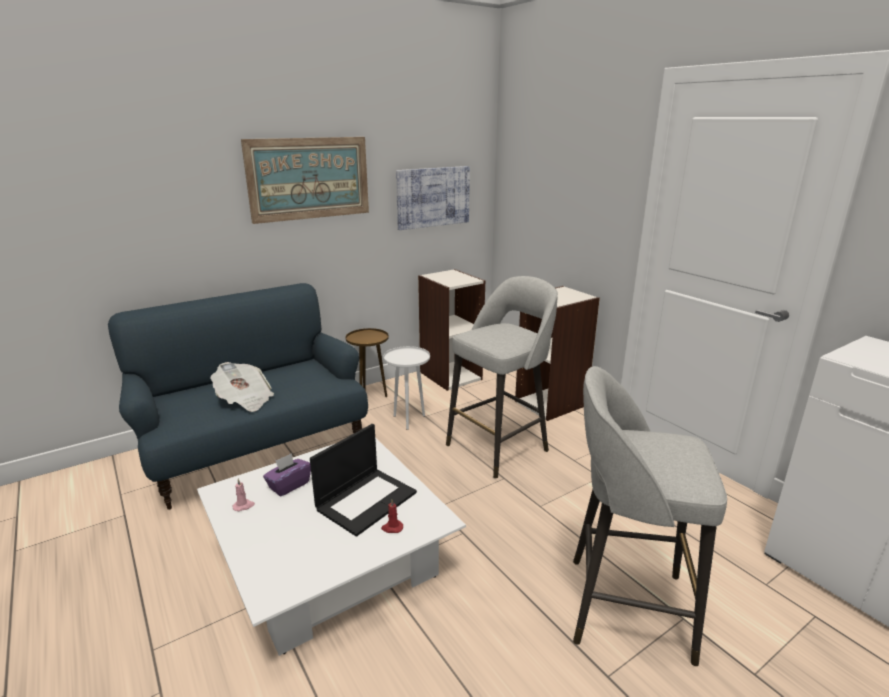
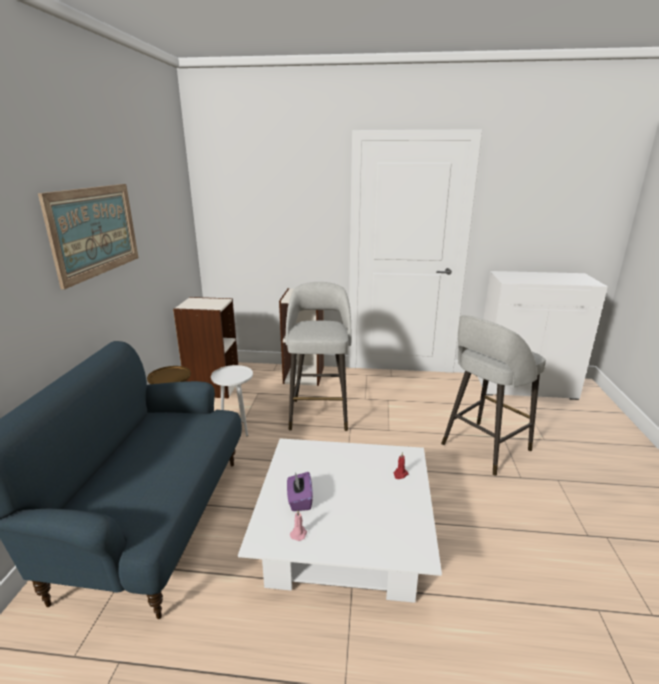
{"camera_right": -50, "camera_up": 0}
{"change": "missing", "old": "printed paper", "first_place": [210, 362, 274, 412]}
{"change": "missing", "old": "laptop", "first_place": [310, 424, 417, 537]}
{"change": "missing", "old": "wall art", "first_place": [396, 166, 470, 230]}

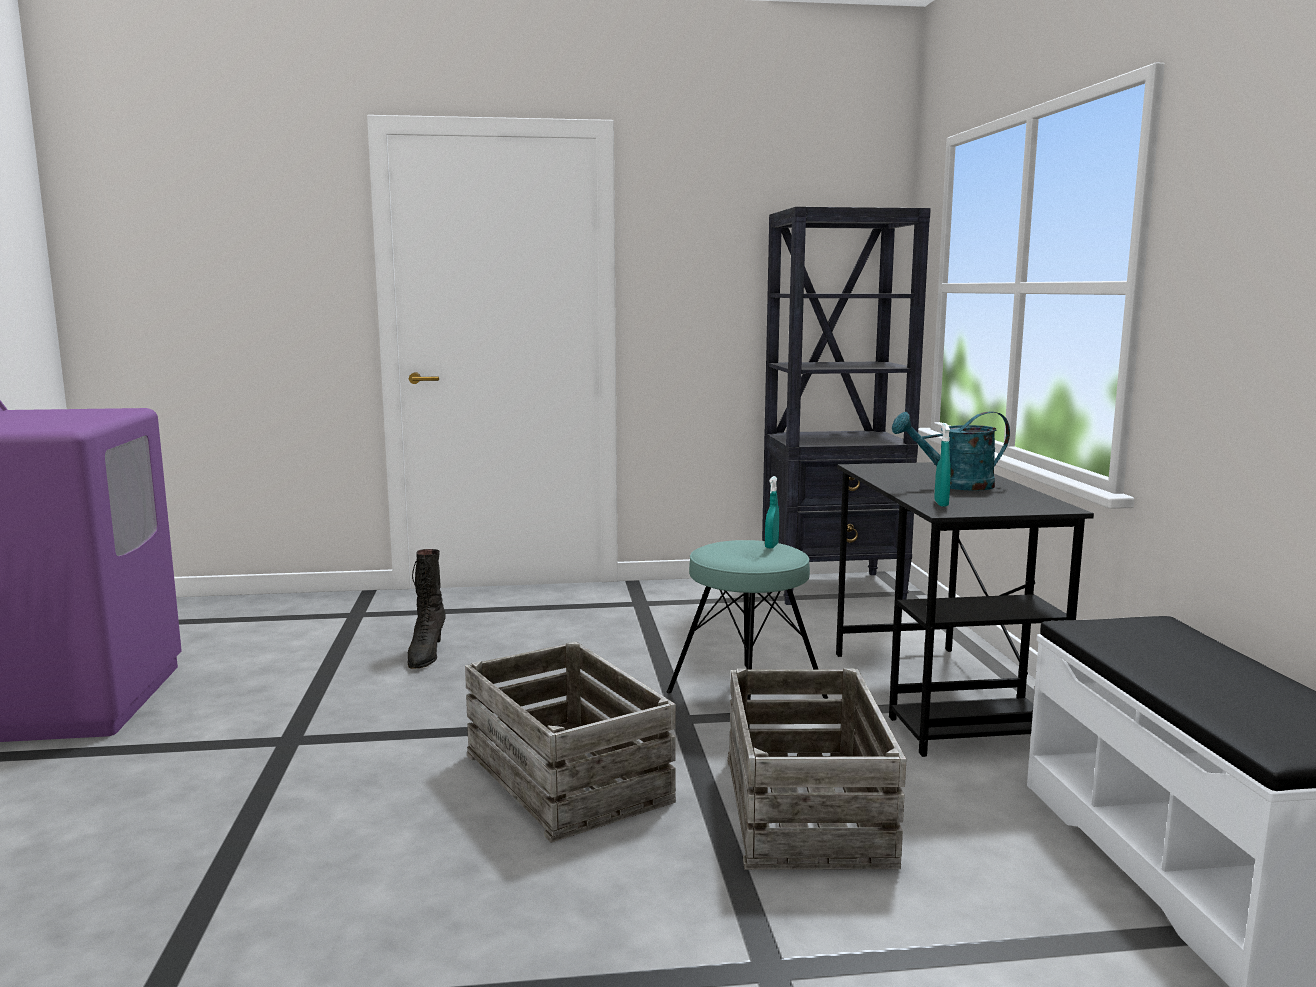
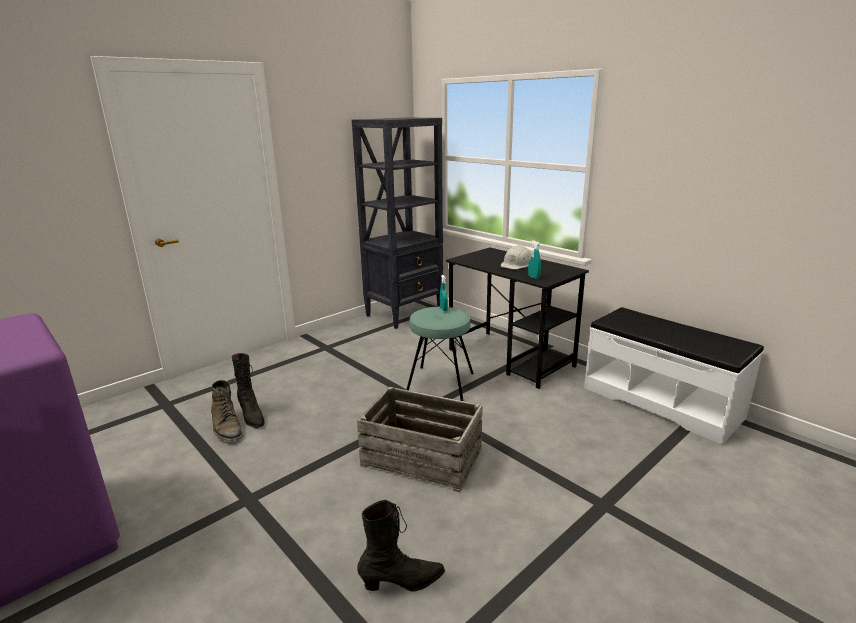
{"camera_right": -35, "camera_up": 10}
{"change": "appeared", "new": "tall boot (green-coloured)", "second_place": [211, 380, 242, 441]}
{"change": "appeared", "new": "tall boot (black-coloured)", "second_place": [357, 500, 445, 591]}
{"change": "exchanged", "old": "sprinkling can (turquoise-coloured)", "new": "hard hat (white-coloured)", "first_place": [892, 411, 1010, 491], "second_place": [501, 245, 531, 269]}
{"change": "missing", "old": "shipping crate", "first_place": [727, 669, 906, 870]}

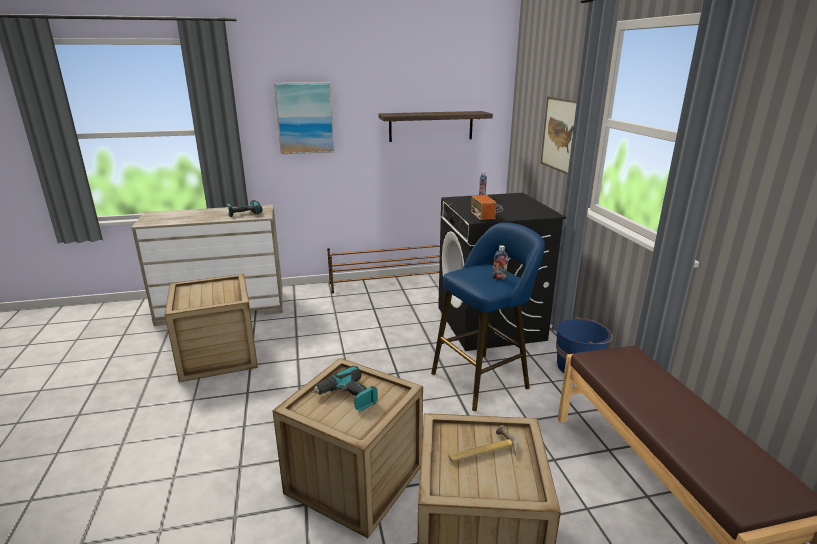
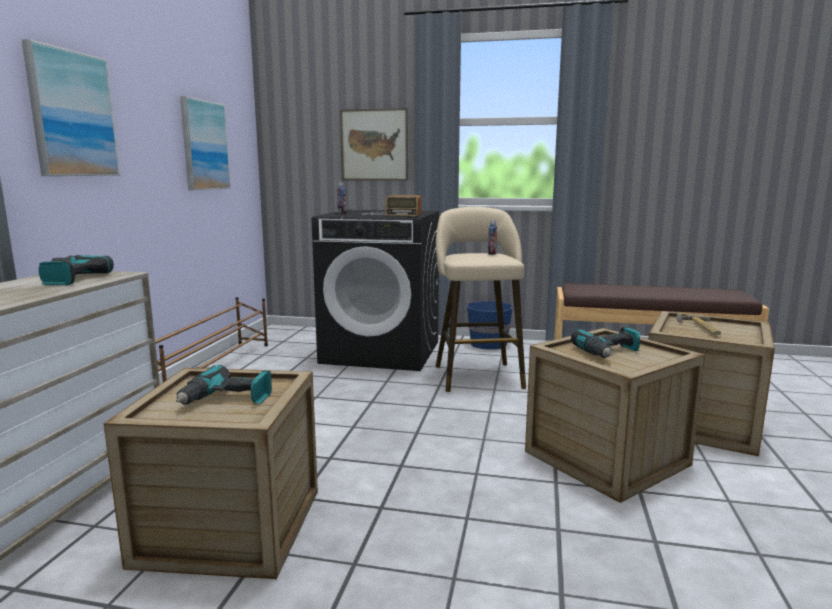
{"camera_right": -65, "camera_up": -10}
{"change": "appeared", "new": "electric drill", "second_place": [176, 365, 272, 405]}
{"change": "exchanged", "old": "shelf", "new": "wall art", "first_place": [378, 111, 493, 142], "second_place": [180, 96, 231, 191]}
{"change": "colour", "old": "stool seat (blue)", "new": "stool seat (beige)", "first_place": [431, 222, 545, 411], "second_place": [436, 207, 526, 392]}

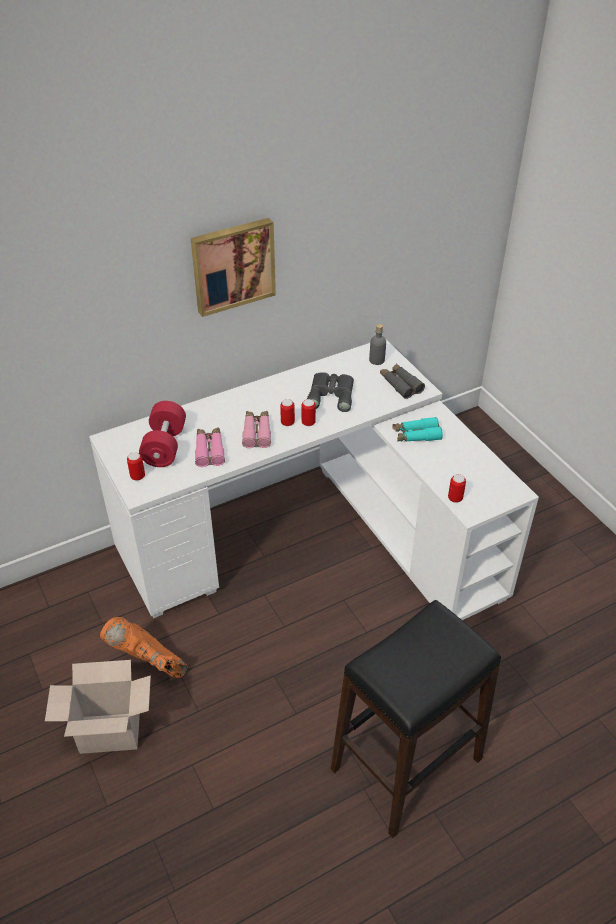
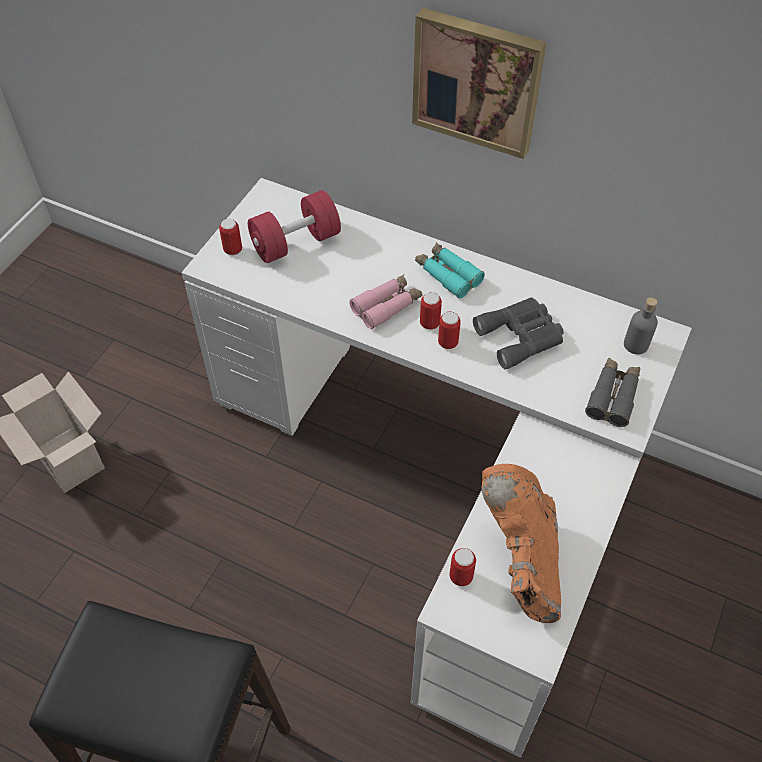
{"camera_right": 55, "camera_up": 10}
{"change": "relocated", "old": "field glasses (turquoise-coloured)", "first_place": [393, 417, 443, 441], "second_place": [415, 243, 485, 298]}
{"change": "relocated", "old": "tall boot (orange-coloured)", "first_place": [100, 617, 188, 678], "second_place": [481, 464, 561, 623]}
{"change": "missing", "old": "field glasses (pink)", "first_place": [195, 427, 225, 467]}

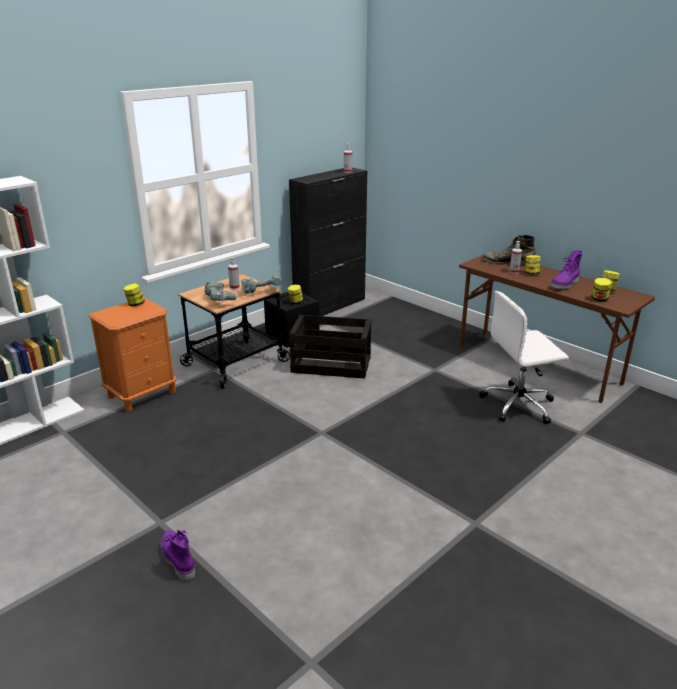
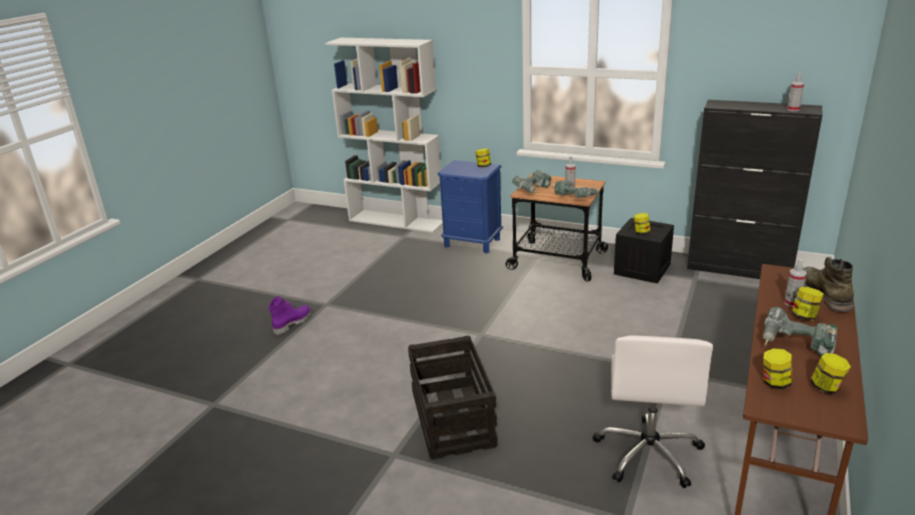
{"camera_right": 70, "camera_up": 0}
{"change": "relocated", "old": "shipping crate", "first_place": [289, 314, 372, 379], "second_place": [408, 336, 498, 460]}
{"change": "colour", "old": "bedside table (orange-coloured)", "new": "bedside table (blue)", "first_place": [88, 298, 177, 412], "second_place": [438, 160, 503, 253]}
{"change": "spun", "old": "desk chair (white-coloured)", "first_place": [479, 291, 569, 424], "second_place": [593, 335, 713, 488], "degrees": -135}
{"change": "exchanged", "old": "tall boot (purple)", "new": "electric drill", "first_place": [550, 250, 582, 289], "second_place": [763, 307, 837, 357]}

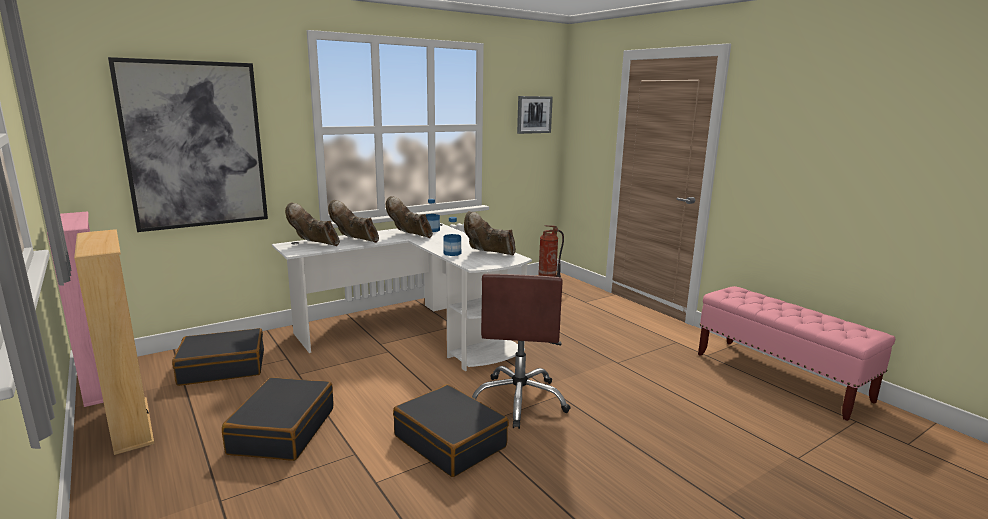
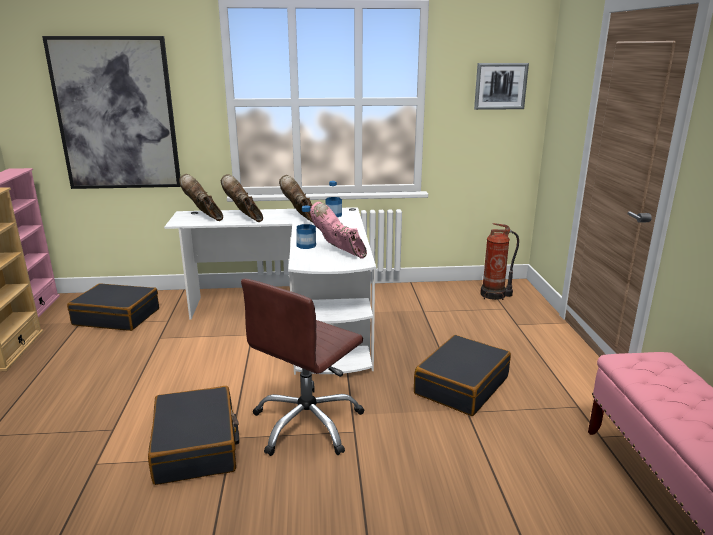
{"camera_right": 30, "camera_up": 5}
{"change": "colour", "old": "tall boot (brownish)", "new": "tall boot (pink)", "first_place": [464, 211, 516, 256], "second_place": [310, 202, 367, 259]}
{"change": "relocated", "old": "piece of luggage (black-coloured)", "first_place": [222, 377, 334, 461], "second_place": [414, 335, 511, 416]}

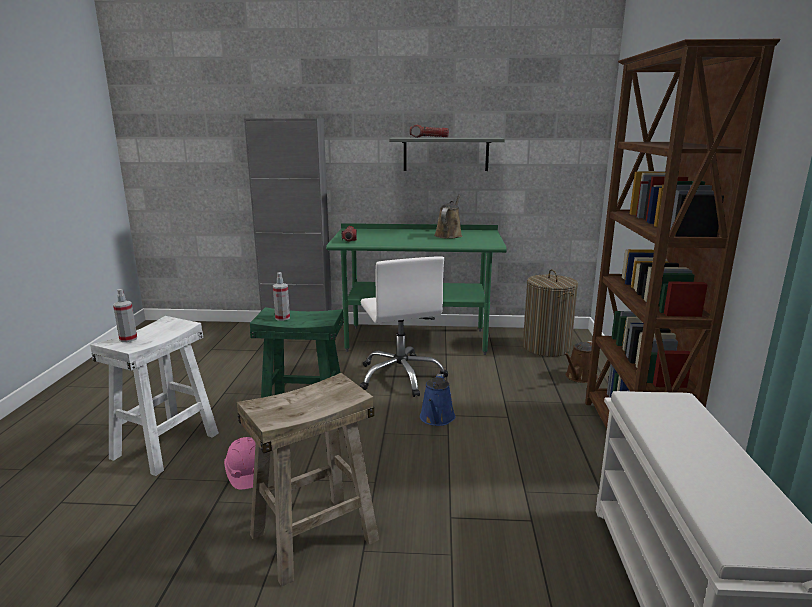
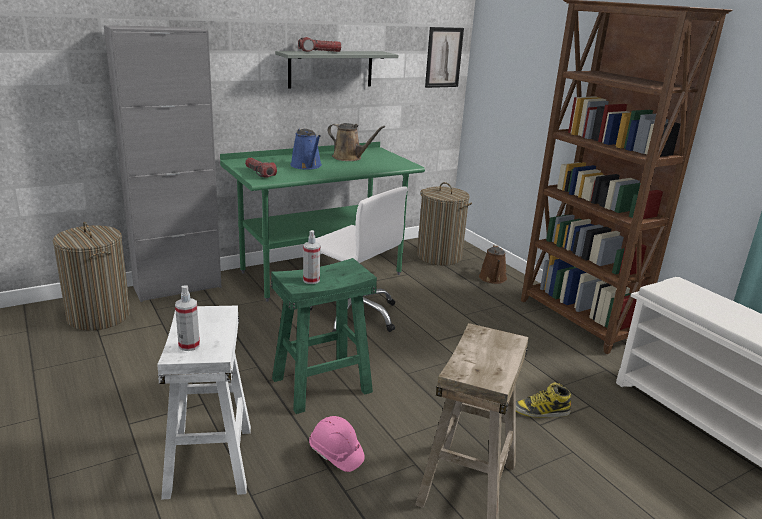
{"camera_right": -35, "camera_up": 5}
{"change": "appeared", "new": "hamper", "second_place": [53, 222, 130, 331]}
{"change": "relocated", "old": "sprinkling can (blue)", "first_place": [420, 374, 456, 426], "second_place": [290, 128, 322, 170]}
{"change": "spun", "old": "sprinkling can (brownish)", "first_place": [434, 195, 462, 239], "second_place": [328, 123, 386, 161], "degrees": 135}
{"change": "appeared", "new": "wall art", "second_place": [425, 27, 464, 88]}
{"change": "appeared", "new": "tall boot", "second_place": [516, 383, 571, 418]}

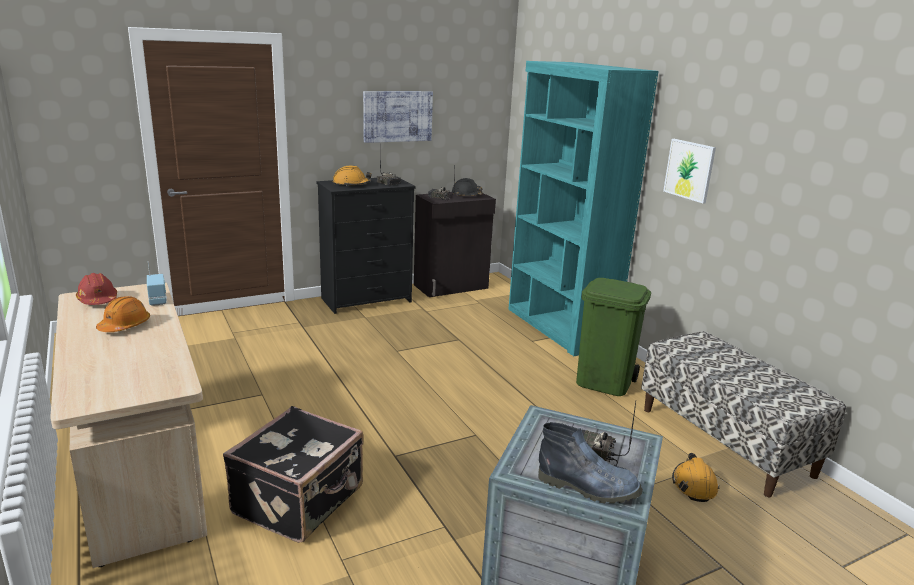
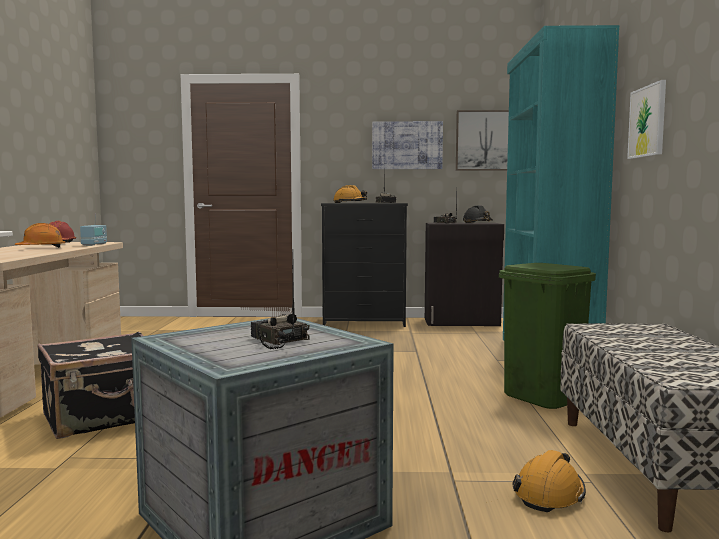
{"camera_right": 30, "camera_up": -15}
{"change": "appeared", "new": "wall art", "second_place": [456, 110, 509, 171]}
{"change": "missing", "old": "tall boot", "first_place": [538, 422, 643, 503]}

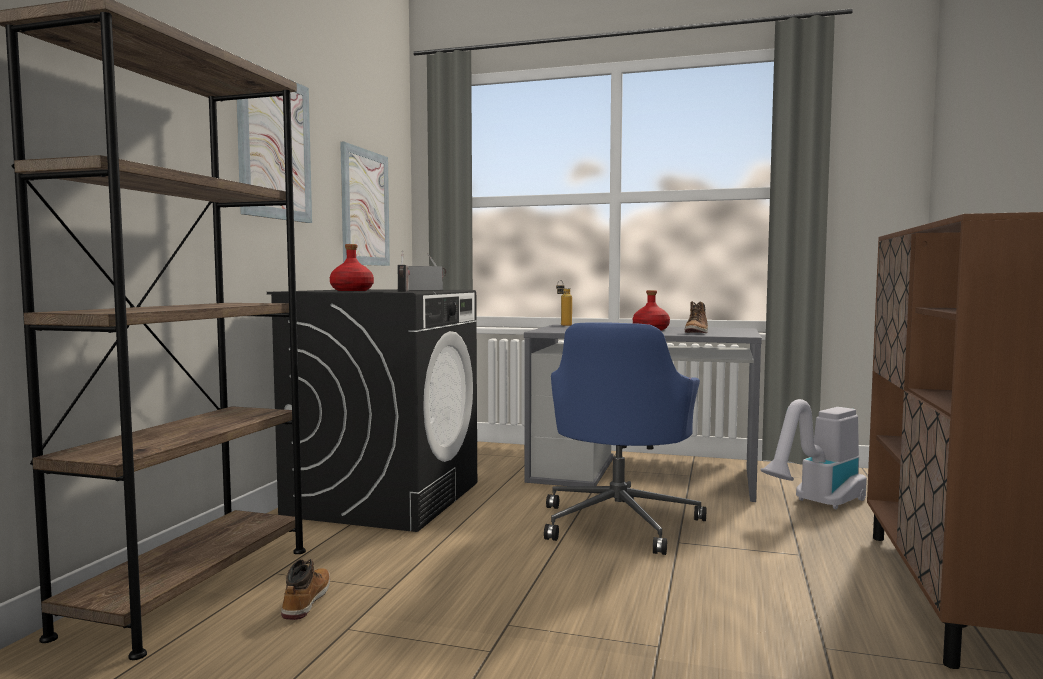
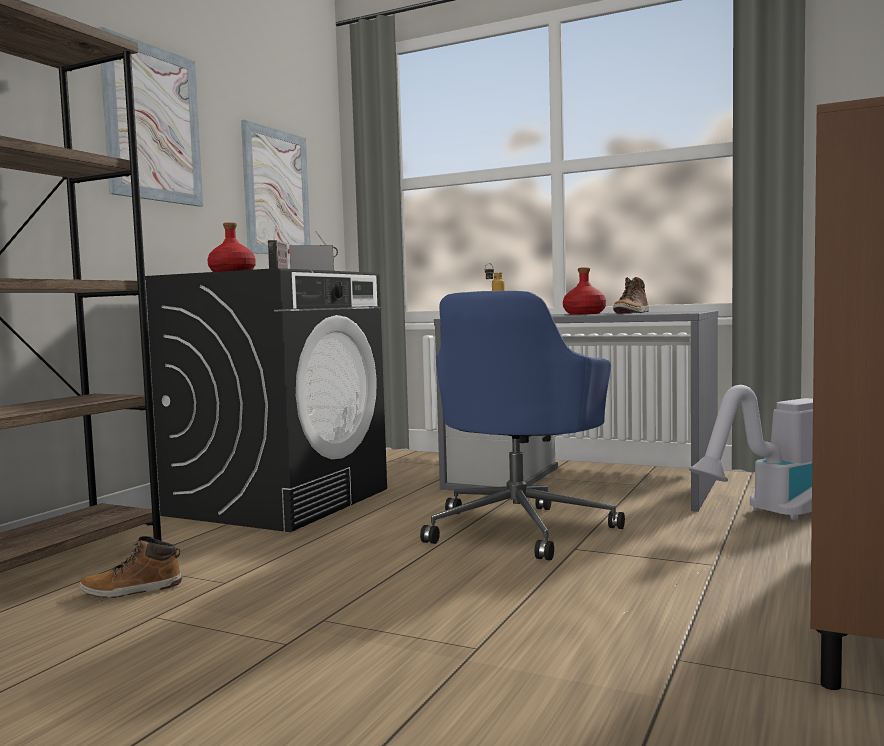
{"camera_right": 10, "camera_up": 0}
{"change": "spun", "old": "tall boot", "first_place": [281, 559, 330, 620], "second_place": [79, 536, 182, 598], "degrees": -120}

